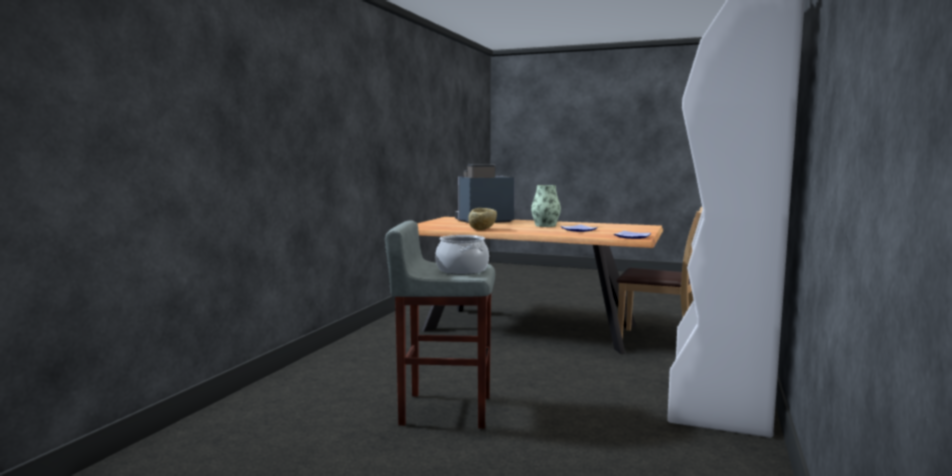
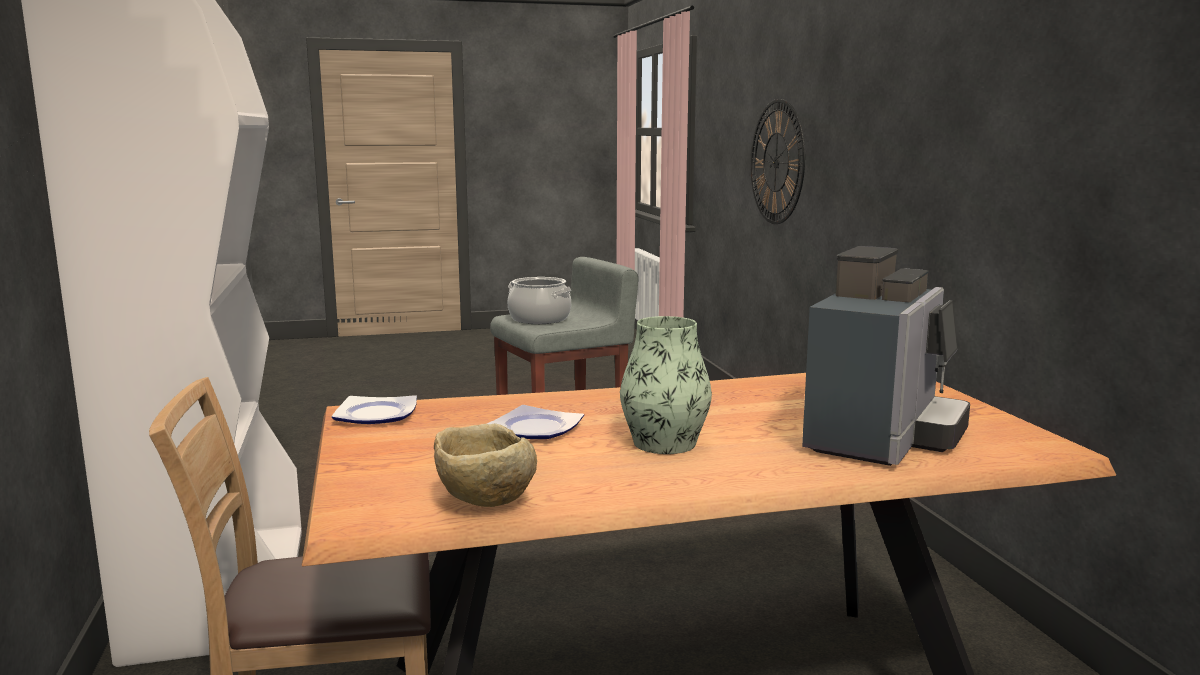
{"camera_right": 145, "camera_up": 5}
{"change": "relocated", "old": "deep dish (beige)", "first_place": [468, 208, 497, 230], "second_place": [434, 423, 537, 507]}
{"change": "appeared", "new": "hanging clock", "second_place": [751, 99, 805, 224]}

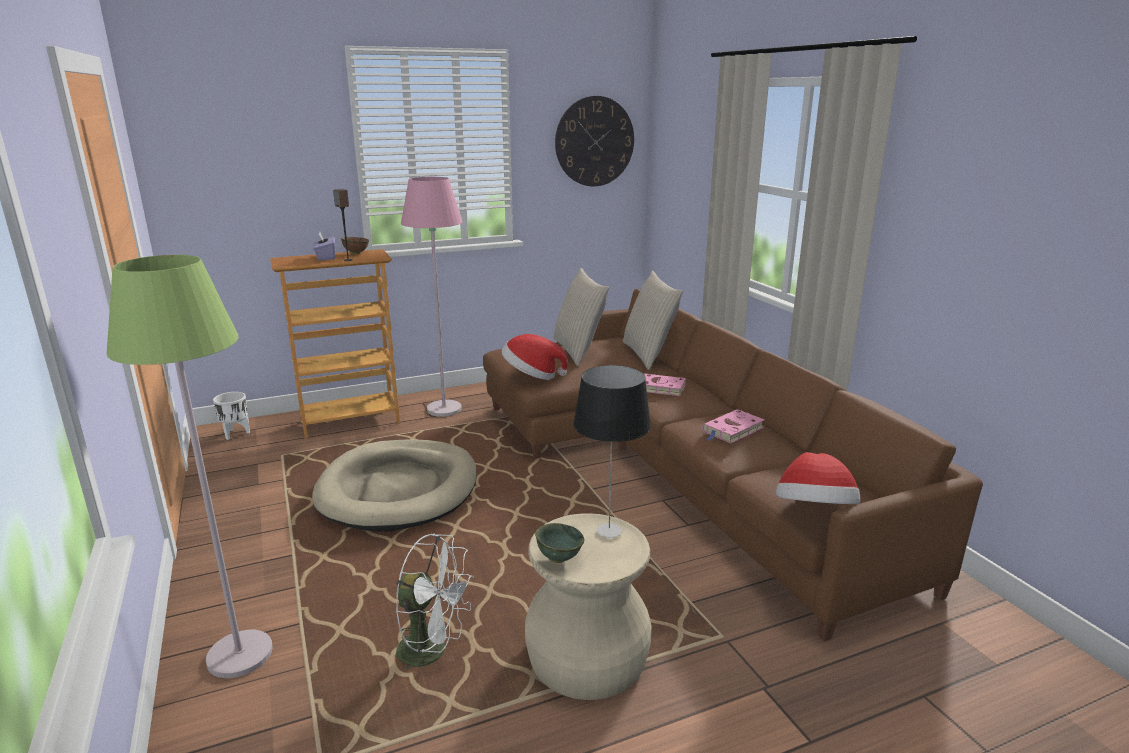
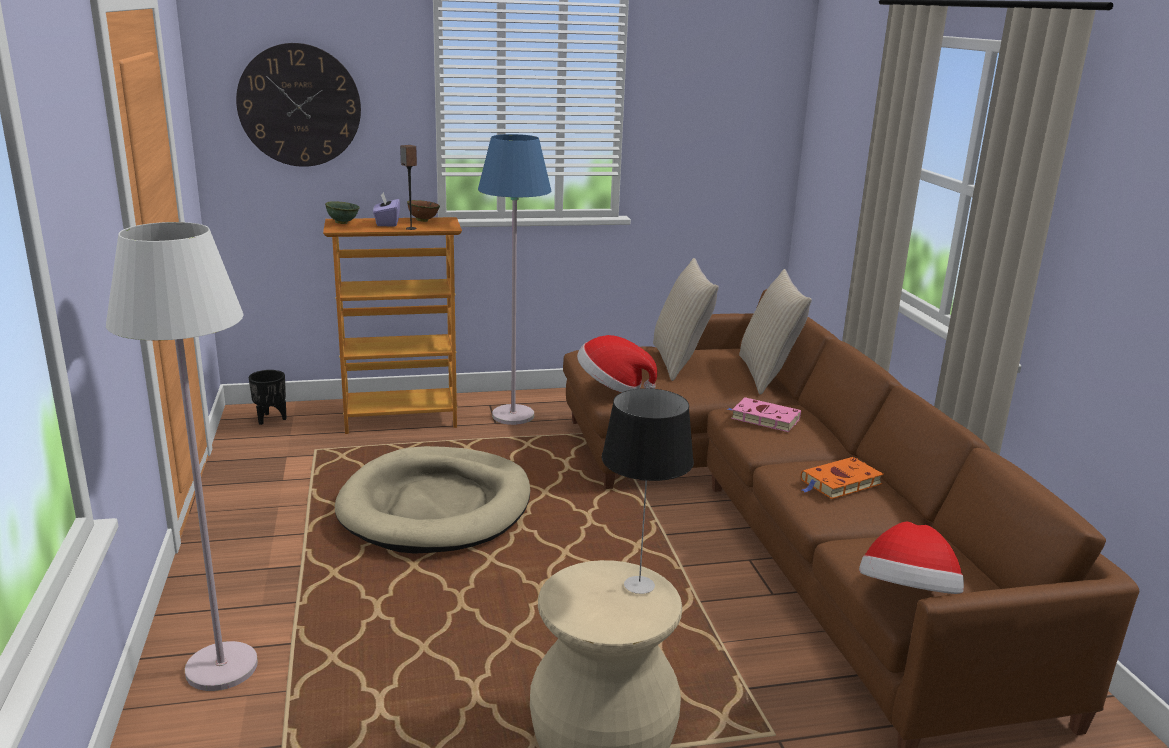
{"camera_right": 10, "camera_up": 0}
{"change": "colour", "old": "standard lamp (green-coloured)", "new": "standard lamp (white-coloured)", "first_place": [107, 255, 273, 678], "second_place": [106, 222, 258, 691]}
{"change": "relocated", "old": "hanging clock", "first_place": [555, 96, 634, 186], "second_place": [236, 43, 361, 167]}
{"change": "colour", "old": "flower pot (white-coloured)", "new": "flower pot (black-coloured)", "first_place": [213, 392, 250, 440], "second_place": [249, 370, 287, 425]}
{"change": "relocated", "old": "deep dish (green-coloured)", "first_place": [535, 523, 584, 563], "second_place": [325, 201, 360, 224]}
{"change": "colour", "old": "standard lamp (pink)", "new": "standard lamp (blue)", "first_place": [401, 177, 462, 417], "second_place": [478, 134, 552, 425]}
{"change": "colour", "old": "volume (pink)", "new": "volume (orange-coloured)", "first_place": [702, 409, 765, 443], "second_place": [801, 457, 884, 499]}
{"change": "missing", "old": "fan (white-coloured)", "first_place": [396, 533, 473, 669]}

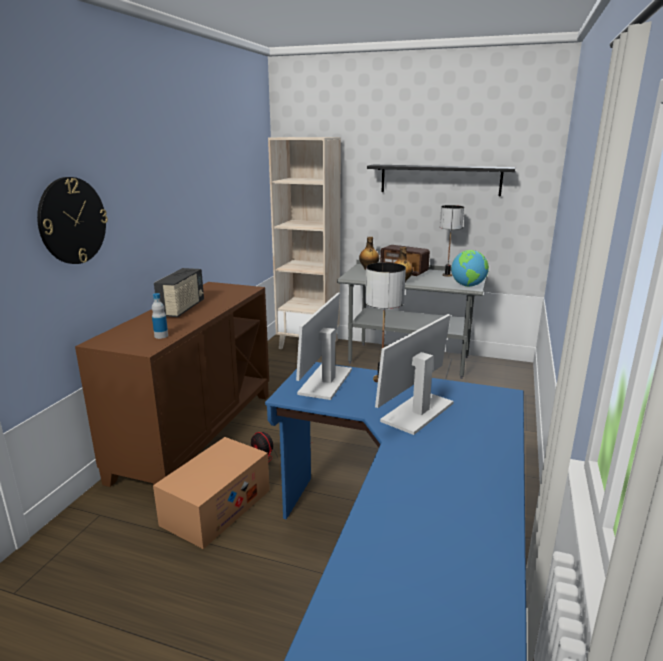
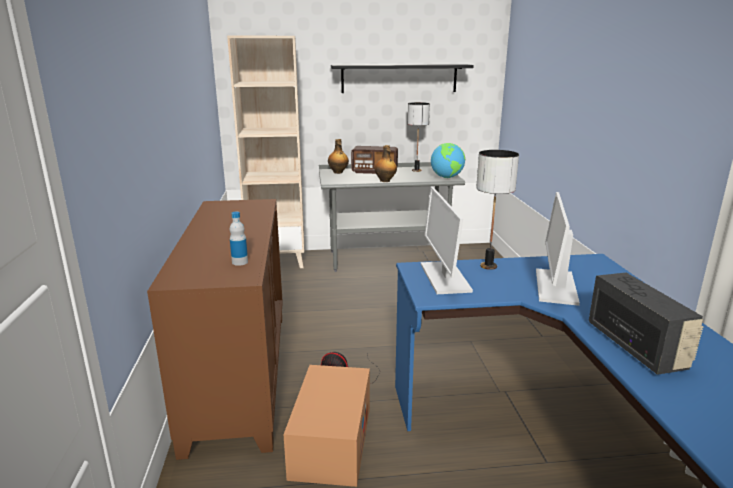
{"camera_right": -25, "camera_up": 0}
{"change": "relocated", "old": "radio", "first_place": [154, 268, 204, 317], "second_place": [589, 273, 703, 375]}
{"change": "missing", "old": "hanging clock", "first_place": [37, 177, 108, 264]}

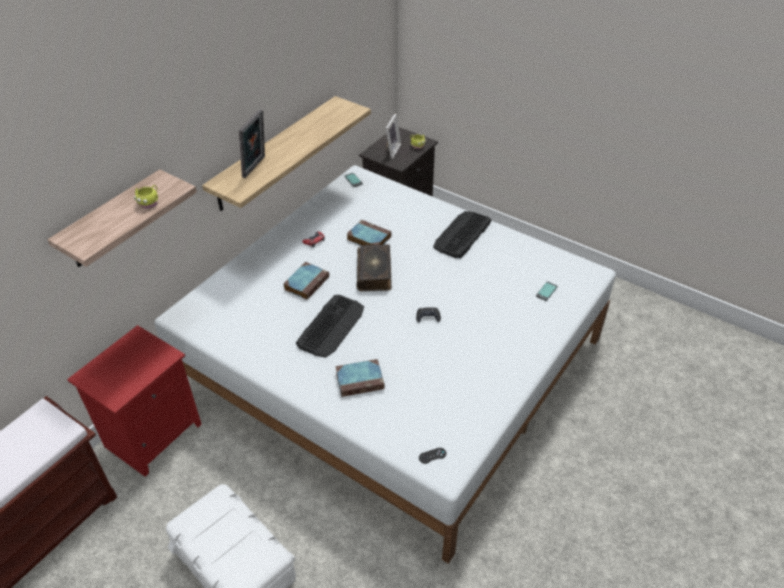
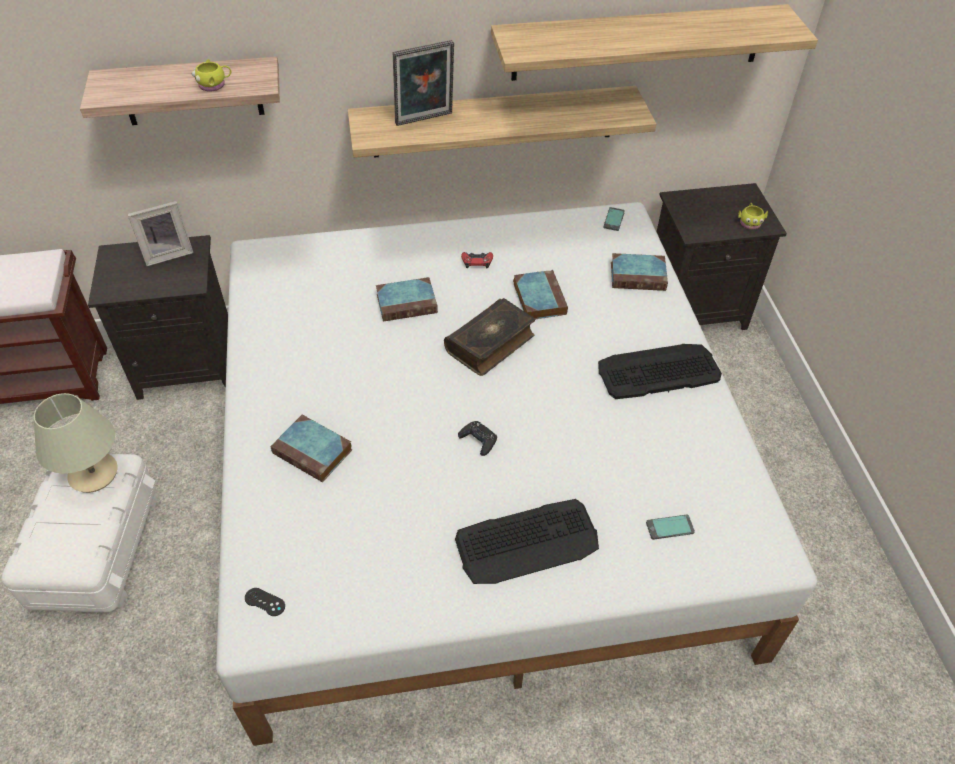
{"camera_right": 45, "camera_up": 5}
{"change": "appeared", "new": "table lamp (beige)", "second_place": [34, 393, 117, 493]}
{"change": "colour", "old": "bedside table (reddish)", "new": "bedside table (black-coloured)", "first_place": [67, 325, 201, 477], "second_place": [88, 235, 228, 400]}
{"change": "relocated", "old": "photo frame", "first_place": [386, 114, 401, 159], "second_place": [127, 201, 193, 266]}
{"change": "relocated", "old": "computer keyboard", "first_place": [296, 295, 364, 358], "second_place": [455, 499, 599, 584]}
{"change": "appeared", "new": "shelf", "second_place": [491, 4, 818, 81]}
{"change": "appeared", "new": "volume", "second_place": [611, 253, 668, 291]}

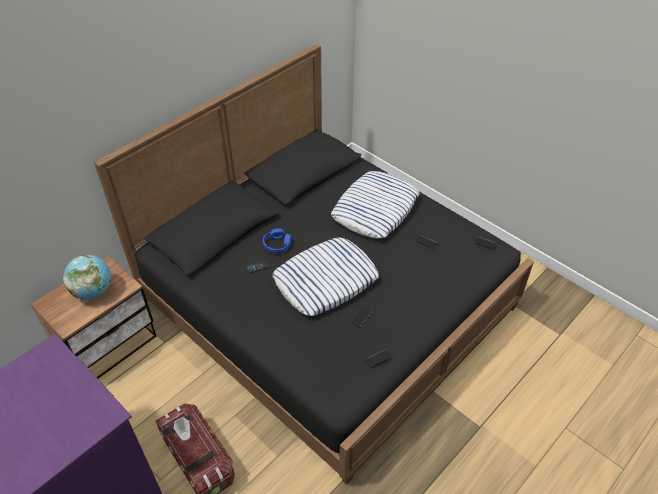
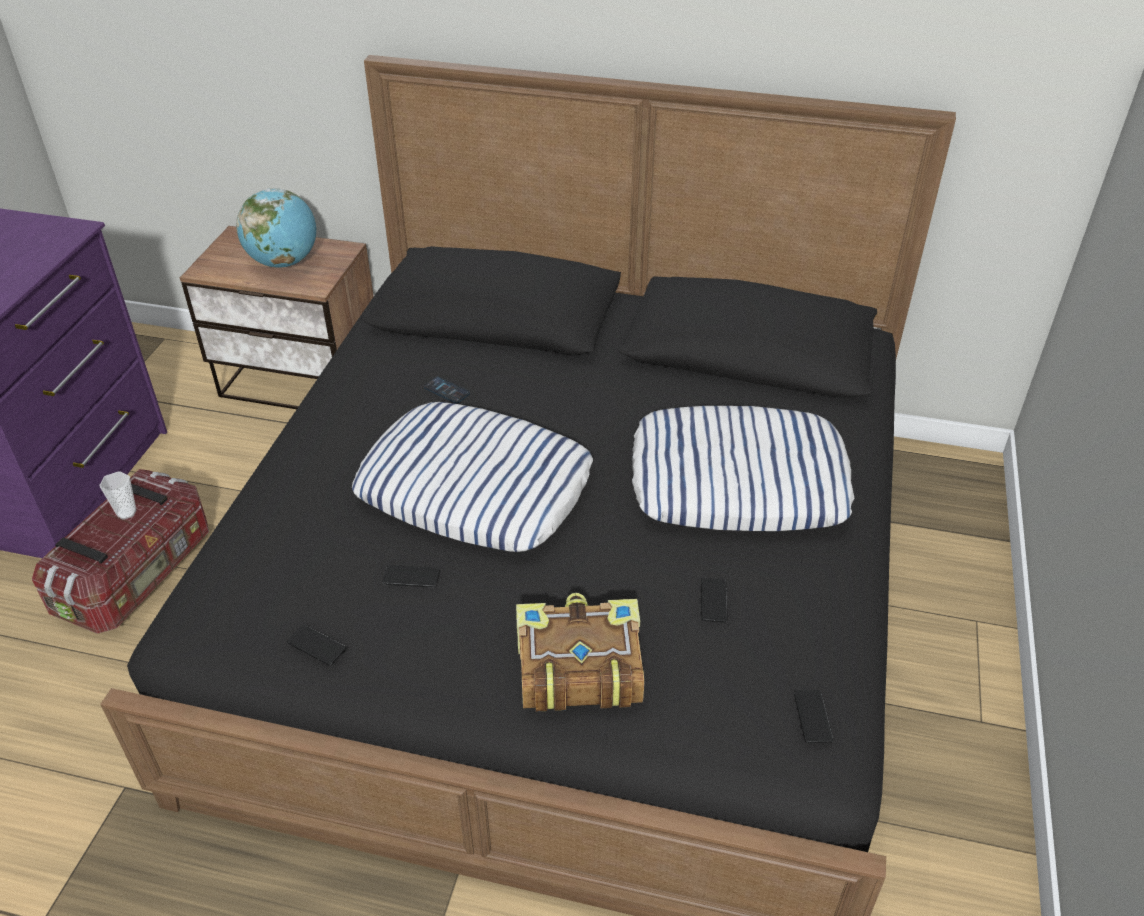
{"camera_right": 60, "camera_up": -5}
{"change": "appeared", "new": "volume", "second_place": [516, 593, 644, 712]}
{"change": "missing", "old": "headphones (blue)", "first_place": [263, 228, 291, 254]}

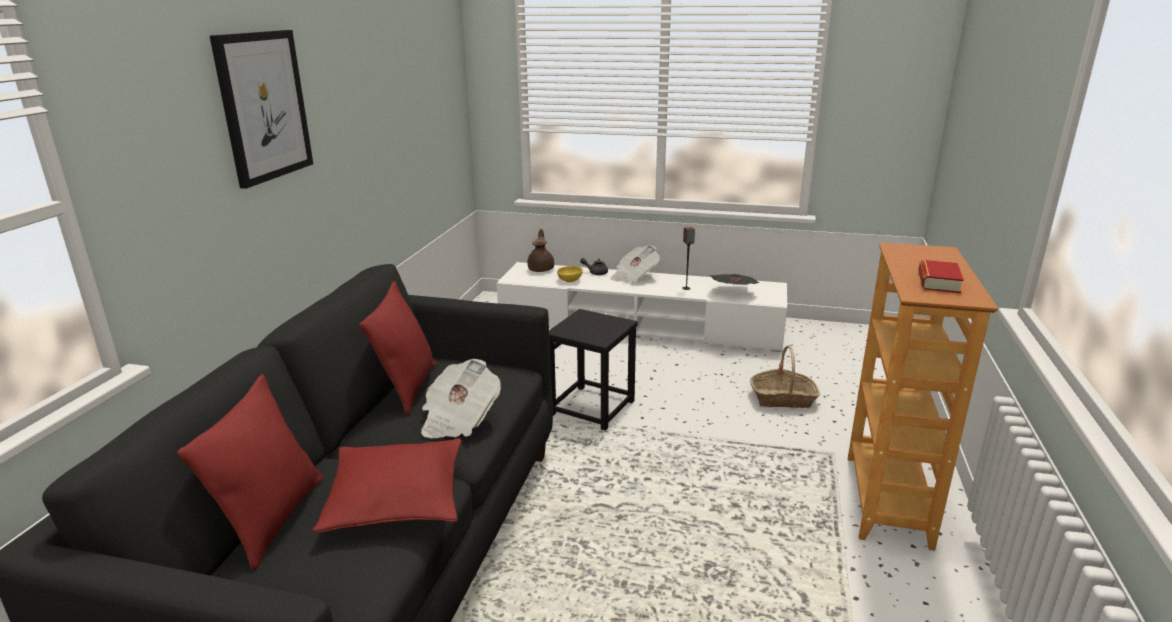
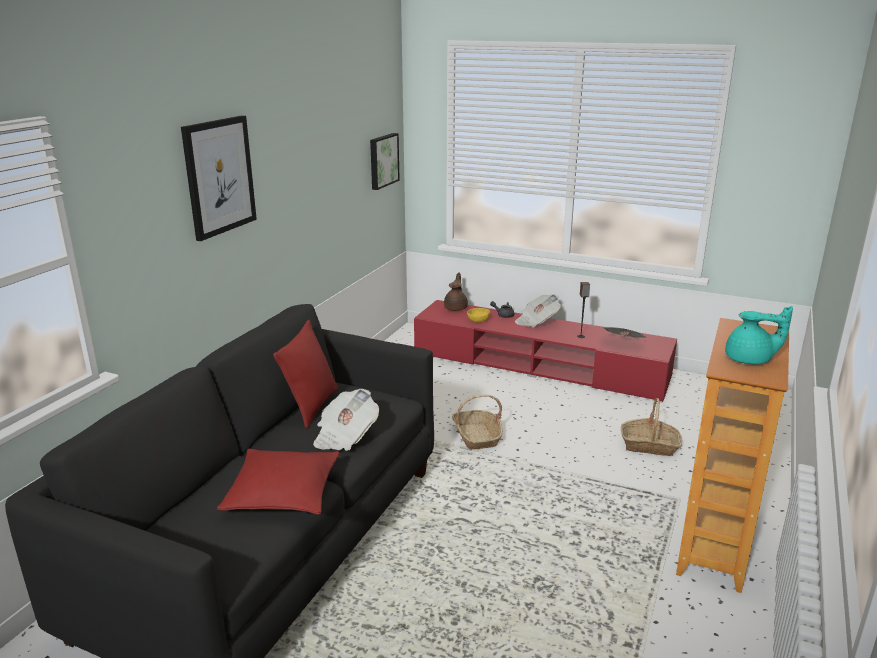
{"camera_right": 10, "camera_up": 0}
{"change": "appeared", "new": "wall art", "second_place": [370, 133, 400, 190]}
{"change": "colour", "old": "tv stand (white-coloured)", "new": "tv stand (reddish)", "first_place": [497, 262, 787, 352], "second_place": [414, 300, 677, 403]}
{"change": "exchanged", "old": "stool seat (black-coloured)", "new": "household basket", "first_place": [549, 309, 638, 431], "second_place": [452, 395, 503, 449]}
{"change": "exchanged", "old": "volume", "new": "teapot (turquoise-coloured)", "first_place": [918, 260, 964, 293], "second_place": [725, 306, 793, 364]}
{"change": "missing", "old": "throw pillow (reddish)", "first_place": [177, 374, 323, 570]}

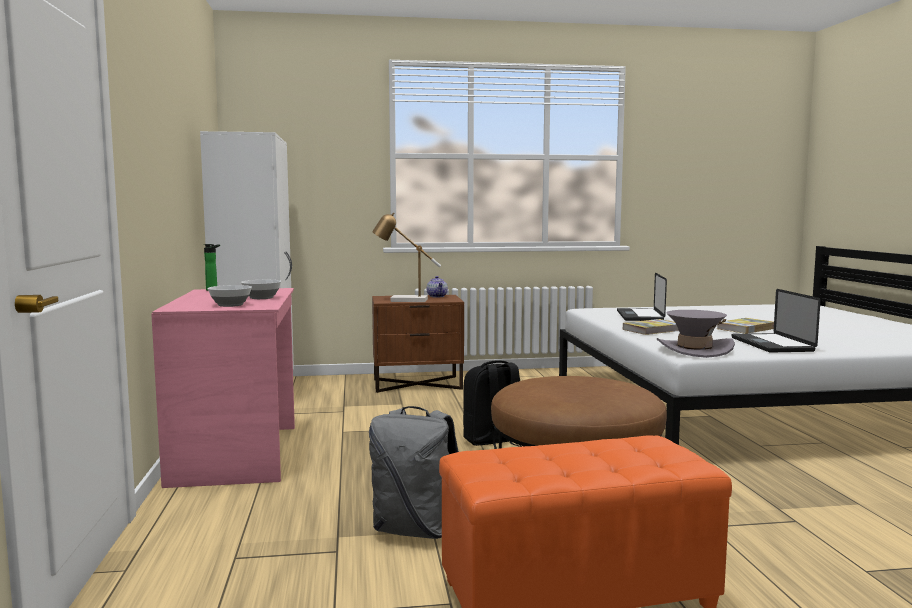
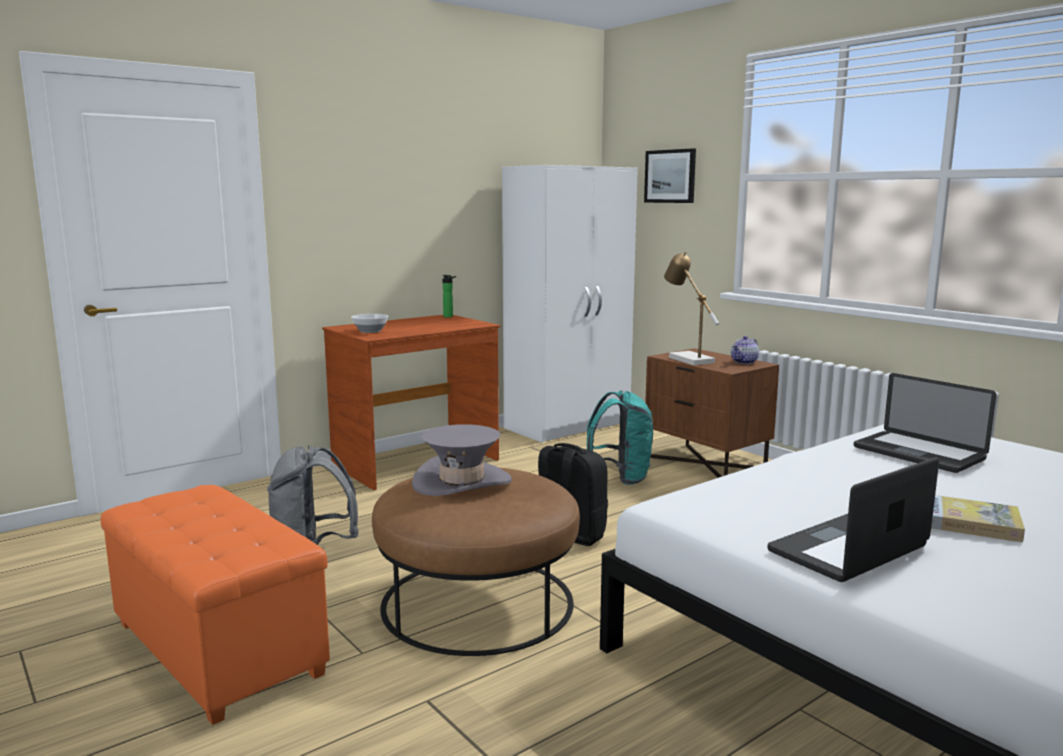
{"camera_right": 60, "camera_up": 5}
{"change": "colour", "old": "desk (pink)", "new": "desk (brownish)", "first_place": [151, 288, 295, 488], "second_place": [322, 315, 500, 490]}
{"change": "relocated", "old": "wearable hat (gray)", "first_place": [657, 310, 735, 358], "second_place": [412, 424, 511, 496]}
{"change": "appeared", "new": "backpack (turquoise-coloured)", "second_place": [587, 390, 653, 485]}
{"change": "appeared", "new": "wall art", "second_place": [644, 148, 696, 203]}
{"change": "spun", "old": "laptop", "first_place": [617, 273, 667, 321], "second_place": [854, 373, 997, 473], "degrees": -105}
{"change": "missing", "old": "deep dish", "first_place": [241, 280, 281, 299]}
{"change": "missing", "old": "volume", "first_place": [623, 319, 679, 335]}

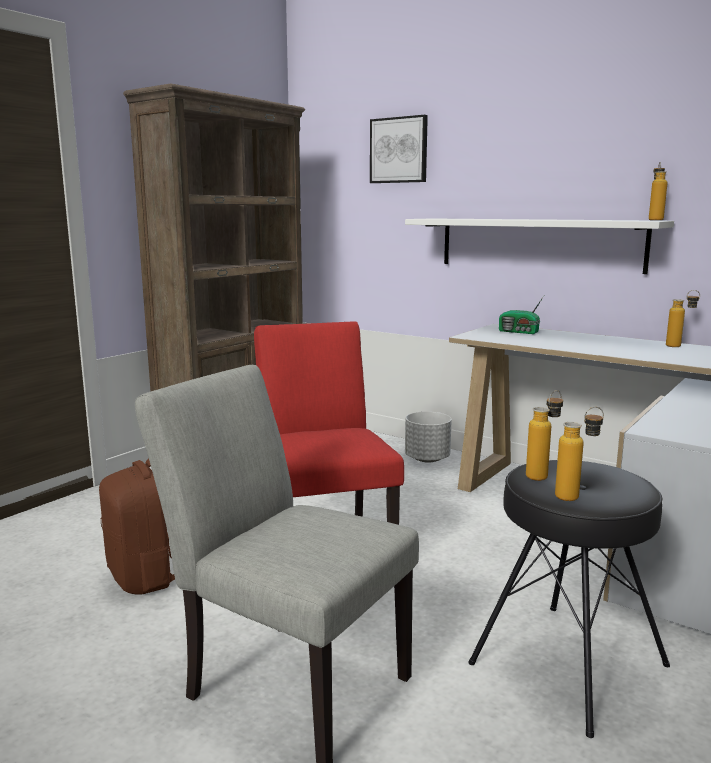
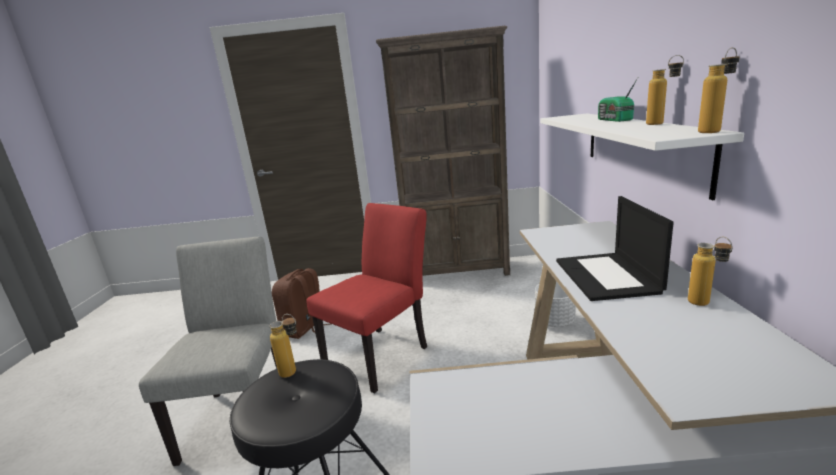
{"camera_right": 55, "camera_up": 5}
{"change": "appeared", "new": "laptop", "second_place": [556, 196, 674, 301]}
{"change": "relocated", "old": "radio", "first_place": [499, 296, 544, 334], "second_place": [598, 76, 639, 122]}
{"change": "relocated", "old": "beverage bottle", "first_place": [555, 407, 604, 501], "second_place": [646, 55, 684, 125]}
{"change": "missing", "old": "wall art", "first_place": [370, 115, 428, 183]}

